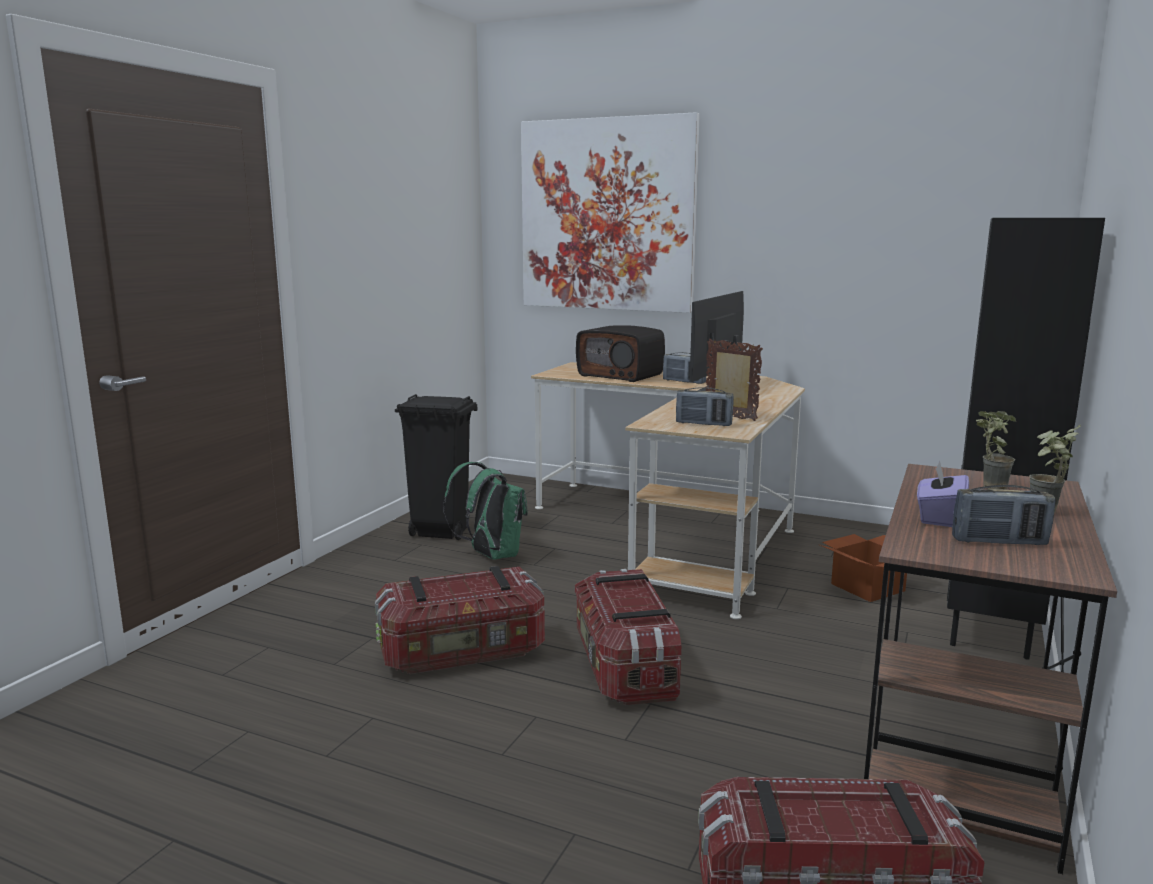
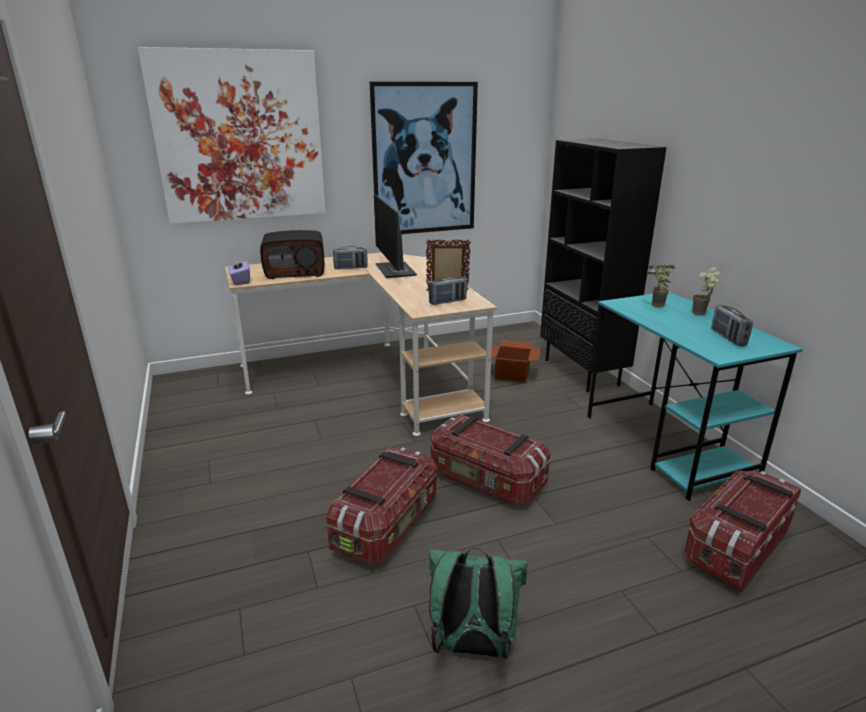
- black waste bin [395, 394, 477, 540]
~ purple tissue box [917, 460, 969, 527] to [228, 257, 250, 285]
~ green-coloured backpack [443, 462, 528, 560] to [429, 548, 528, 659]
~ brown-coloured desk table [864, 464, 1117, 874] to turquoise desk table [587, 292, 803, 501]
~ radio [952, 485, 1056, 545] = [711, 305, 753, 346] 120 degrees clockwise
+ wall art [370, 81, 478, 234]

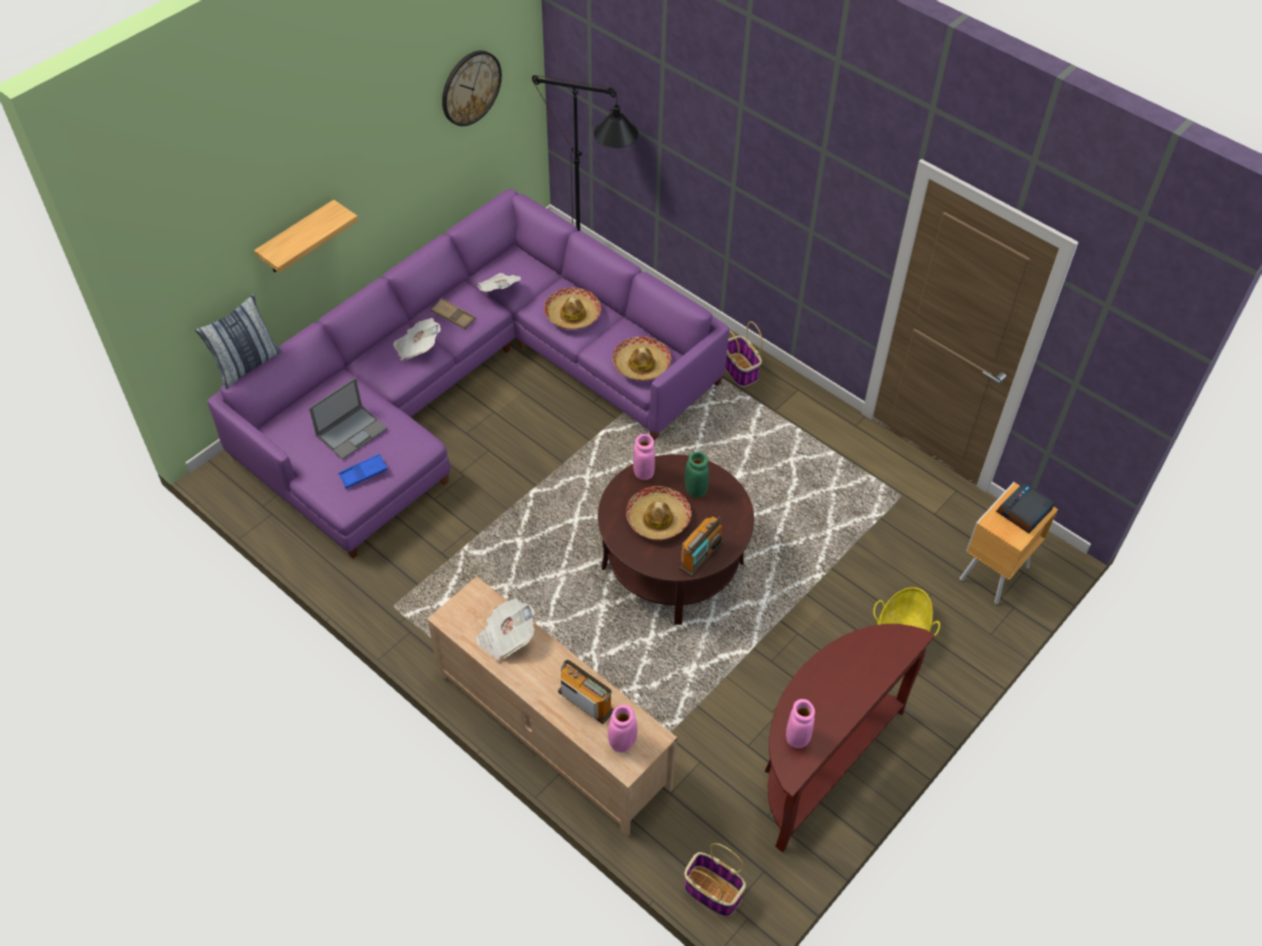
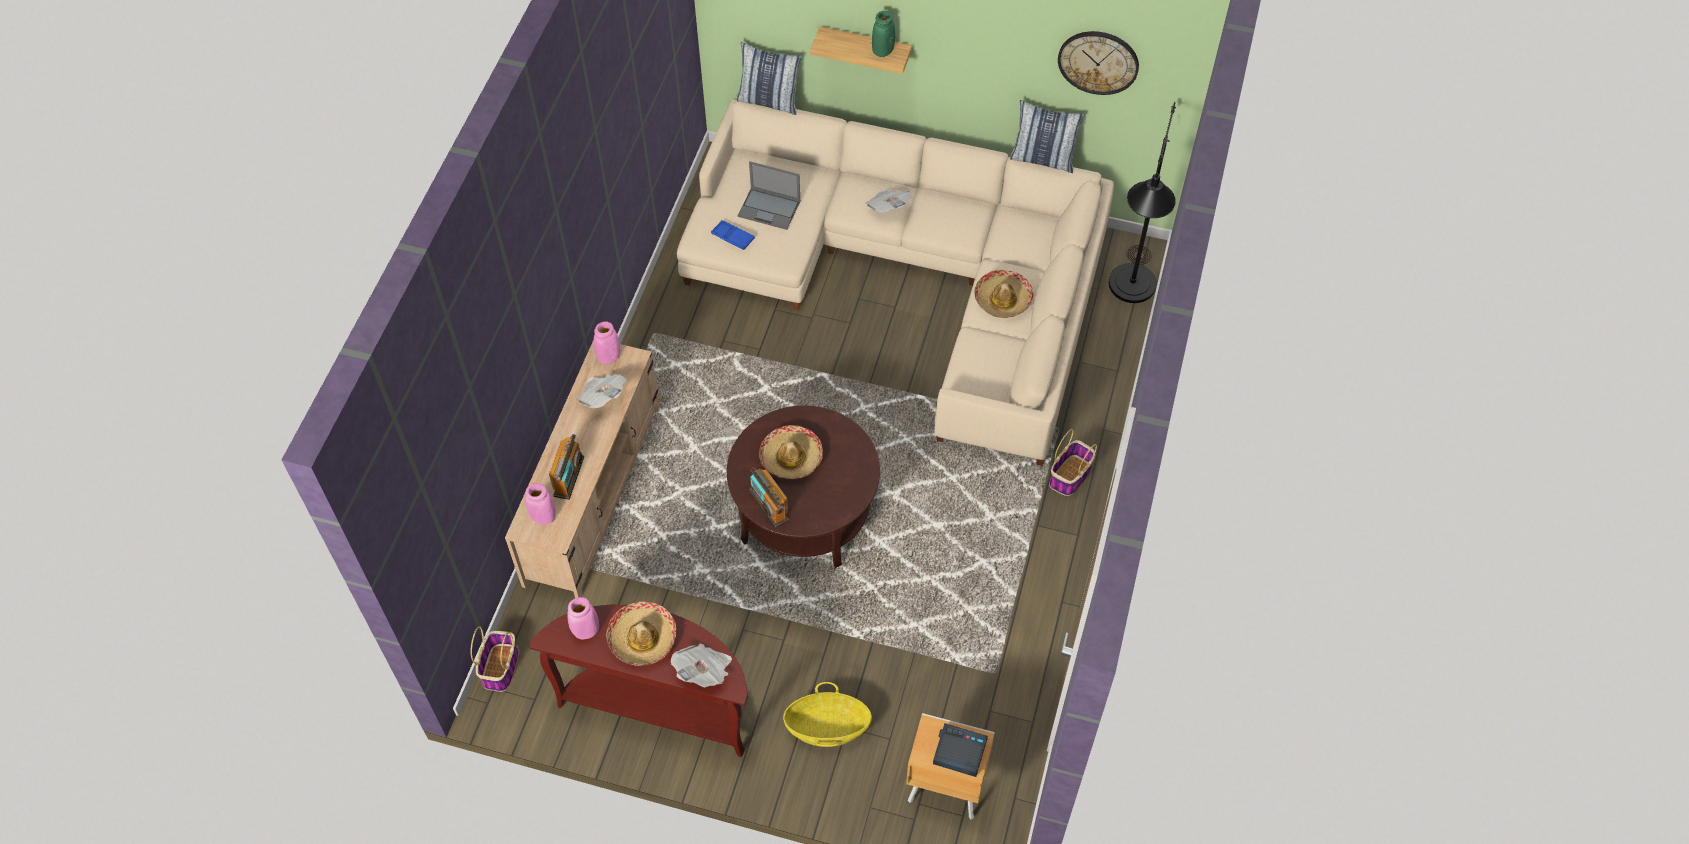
~ purple couch [207, 189, 730, 559] to sand-coloured couch [677, 100, 1114, 466]
~ printed paper [477, 273, 521, 292] to [671, 643, 732, 687]
- brown-coloured serving tray [431, 298, 476, 329]
~ hat [612, 337, 671, 381] to [606, 602, 676, 666]
~ pink-coloured decorative vase [633, 434, 655, 480] to [594, 321, 620, 364]
~ green-coloured decorative vase [685, 452, 709, 498] to [872, 11, 895, 57]
~ radio [679, 516, 723, 577] = [749, 467, 790, 528] 45 degrees clockwise
+ pillow [1010, 100, 1085, 173]

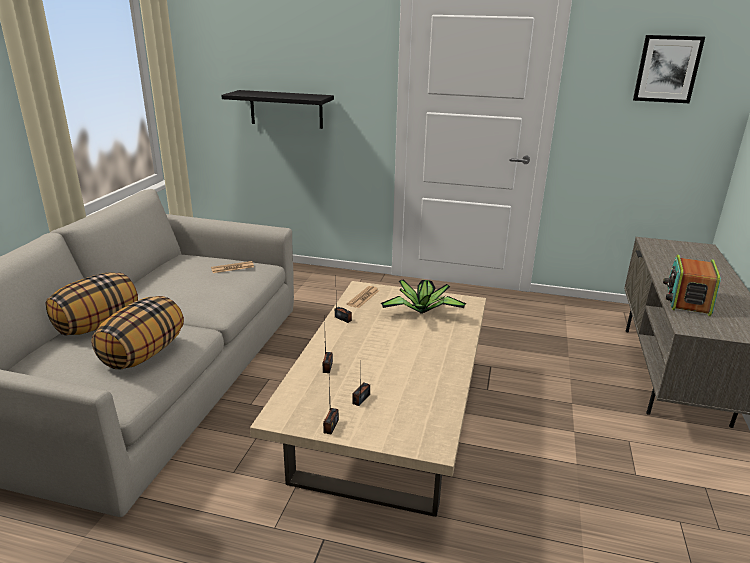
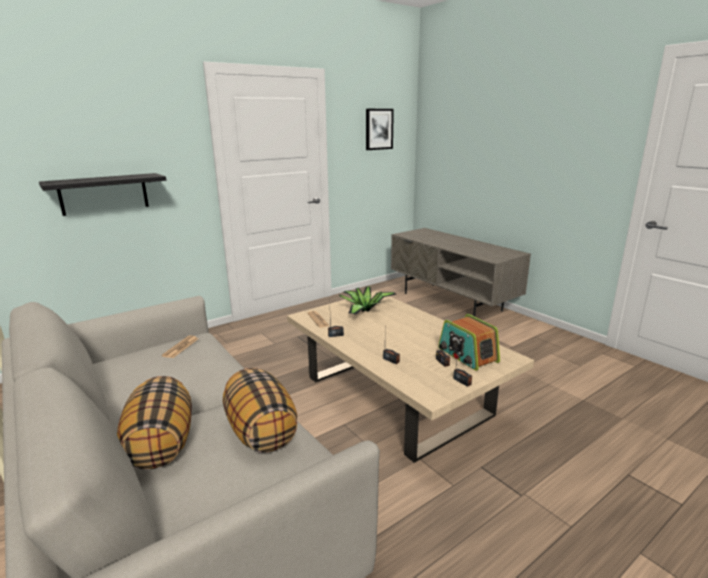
~ radio [663, 255, 721, 316] to [438, 314, 500, 371]

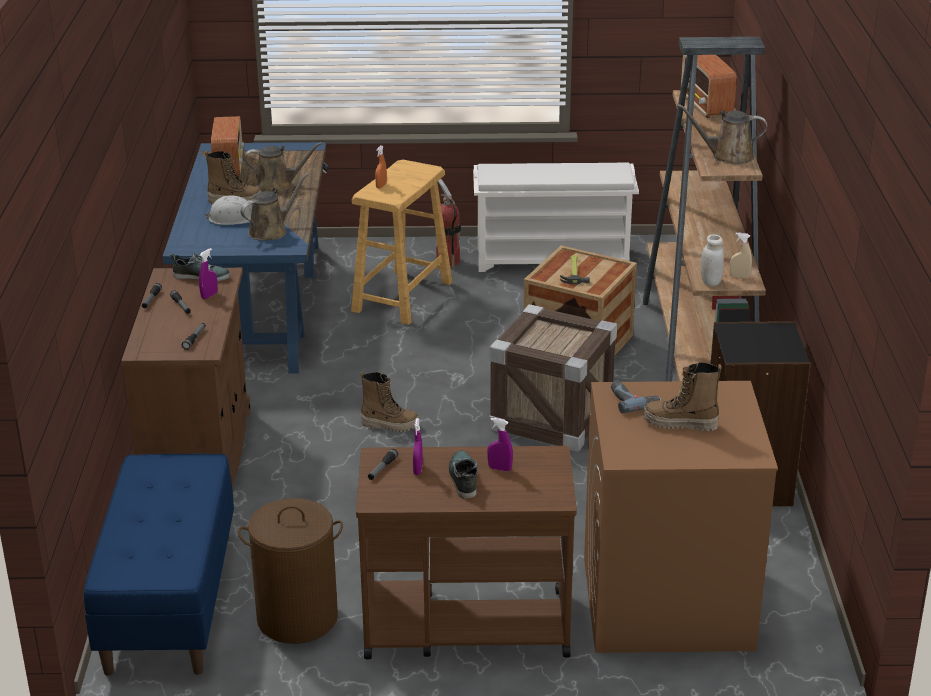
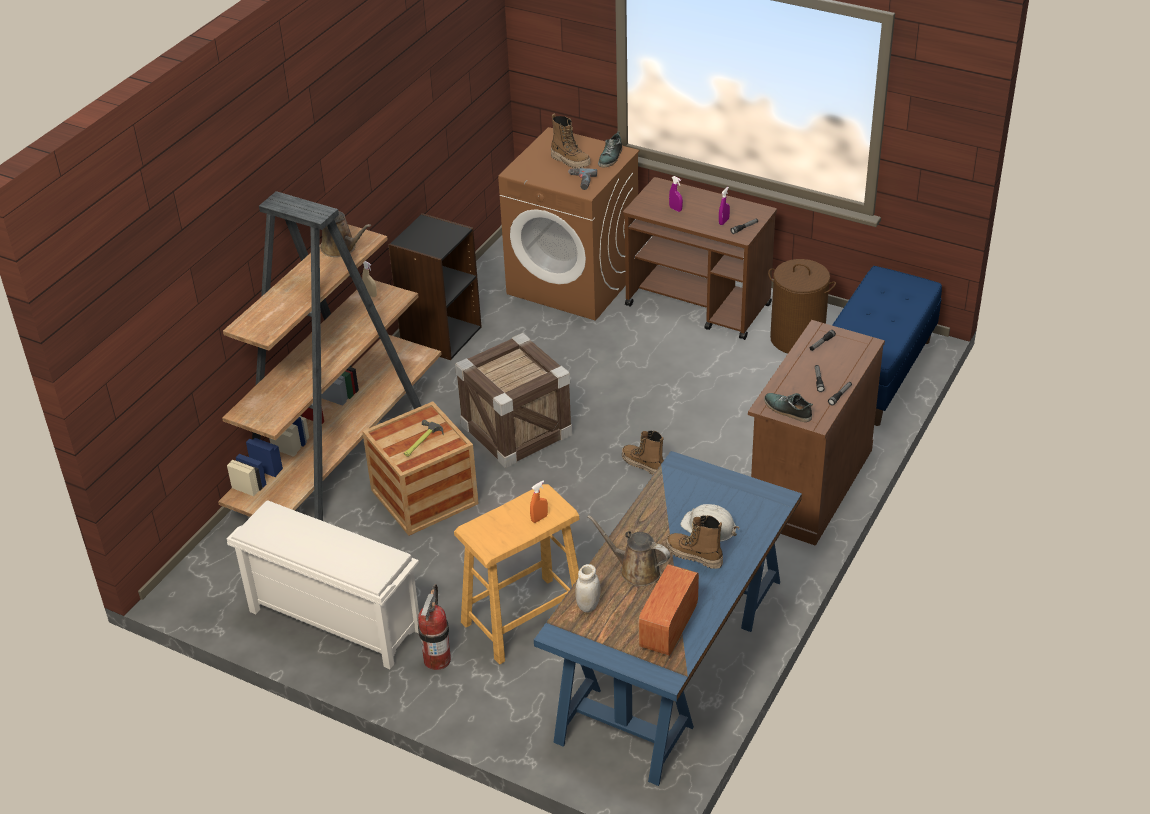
- radio [681, 55, 737, 118]
- brown-coloured watering pot [240, 173, 309, 241]
~ white jar [701, 235, 724, 286] to [576, 564, 601, 613]
- purple hand sprayer [199, 248, 218, 299]
~ low shoe [448, 451, 478, 499] to [598, 131, 622, 167]

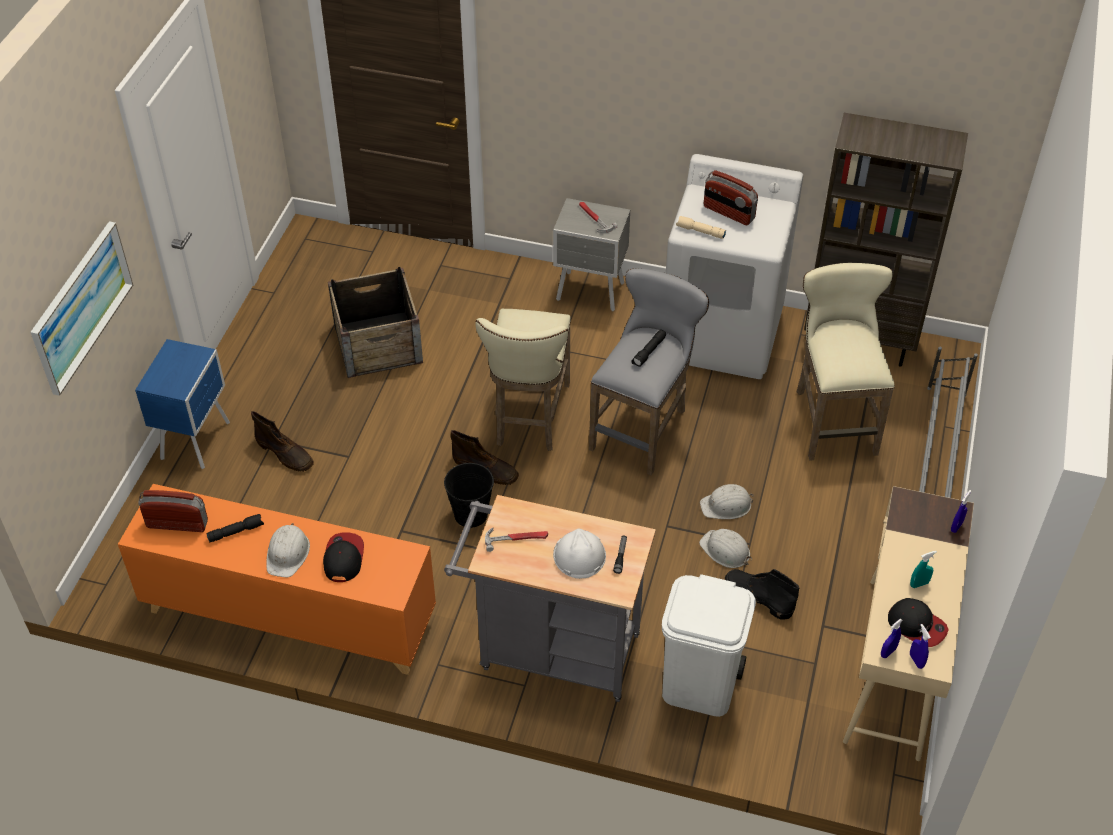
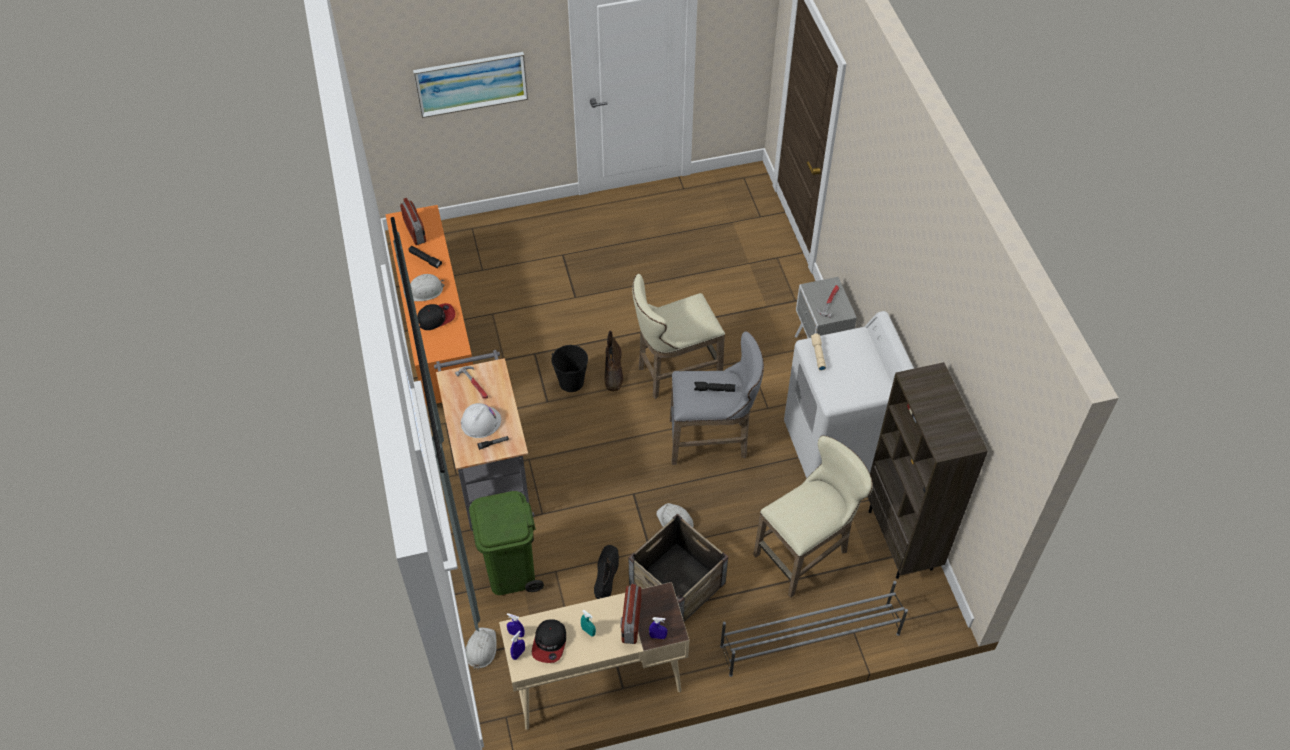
~ radio [704, 170, 758, 225] to [620, 583, 641, 644]
~ shipping crate [328, 267, 423, 378] to [629, 514, 728, 622]
- blue-coloured night table [135, 339, 230, 469]
- brown-coloured boot [251, 411, 314, 472]
~ white safety helmet [699, 529, 752, 568] to [465, 627, 497, 670]
~ white waste bin [662, 574, 756, 717] to green-coloured waste bin [469, 491, 544, 595]

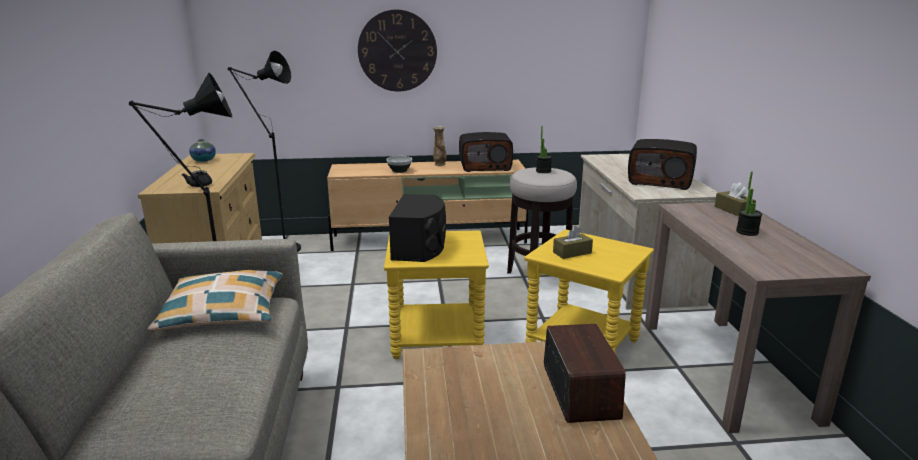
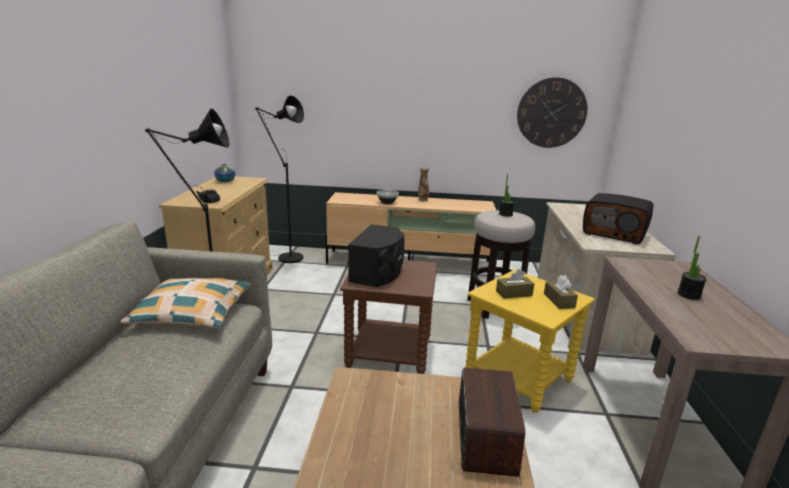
~ clock on the wall [358, 10, 437, 92] to [517, 77, 587, 148]
- radio [459, 132, 513, 172]
~ brown-coloured tissue box [715, 182, 756, 217] to [544, 275, 578, 309]
~ yellowish end table [384, 230, 489, 359] to brown-coloured end table [340, 260, 438, 374]

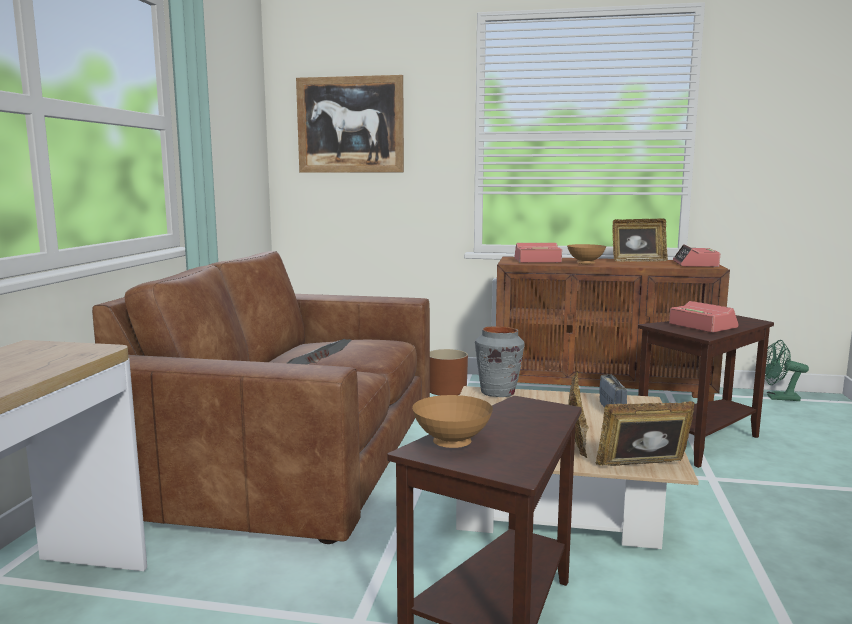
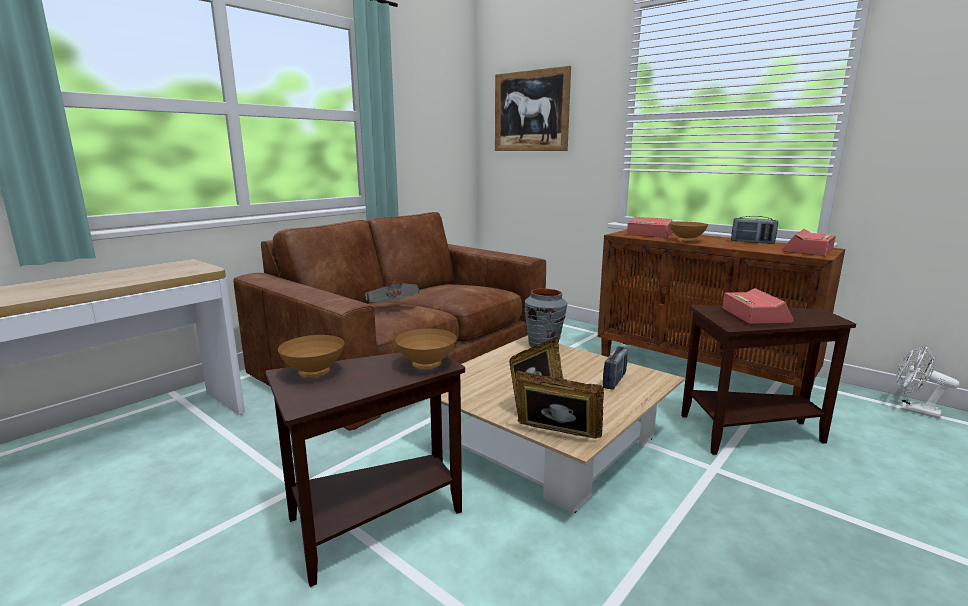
~ photo frame [613, 219, 668, 262] to radio [731, 216, 778, 244]
~ green-coloured cooling fan [765, 340, 809, 401] to white cooling fan [896, 346, 960, 419]
- brown-coloured plant pot [430, 349, 468, 396]
+ brown-coloured bowl [395, 329, 457, 369]

